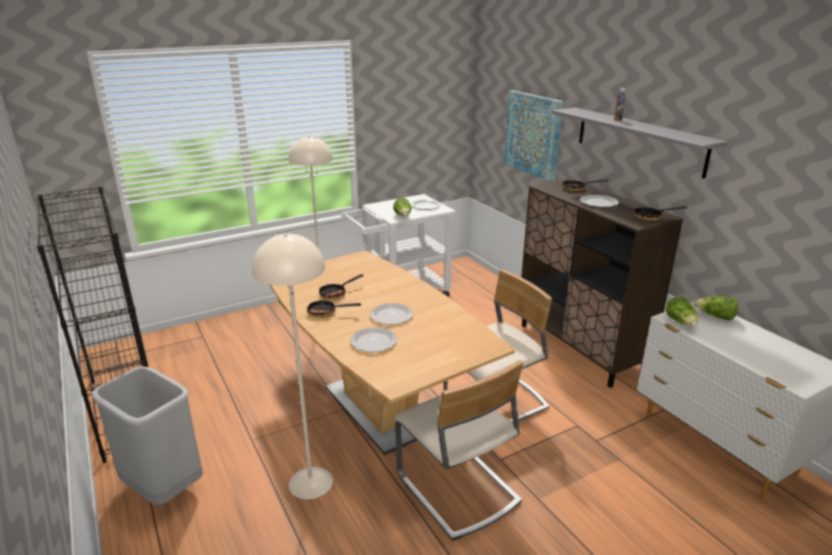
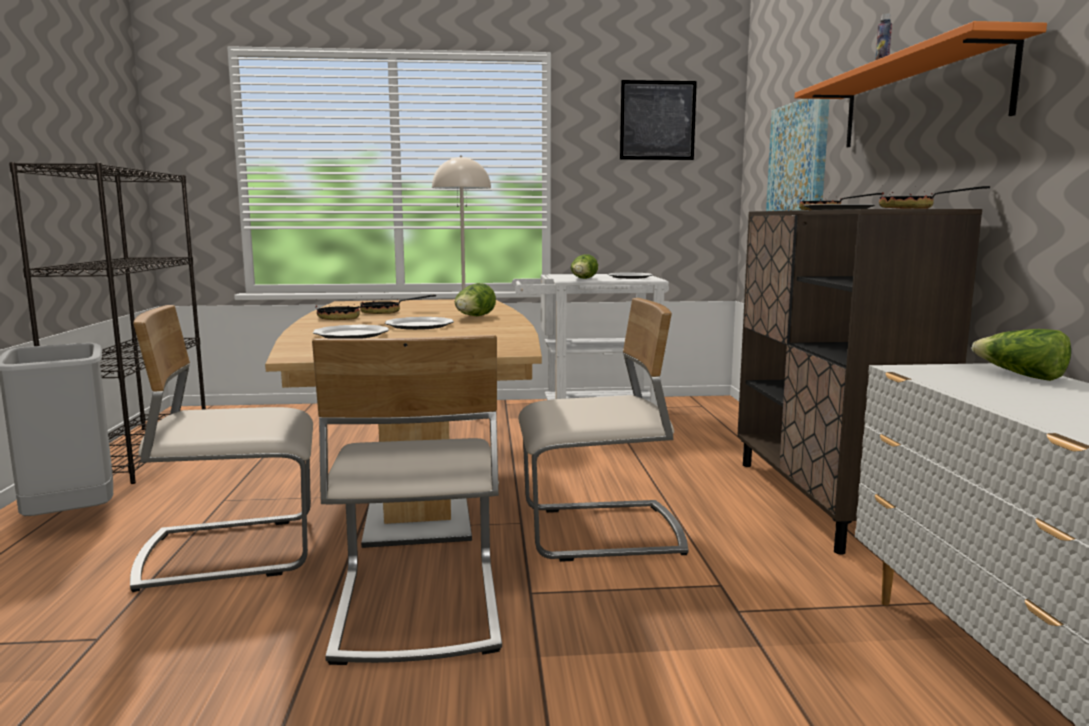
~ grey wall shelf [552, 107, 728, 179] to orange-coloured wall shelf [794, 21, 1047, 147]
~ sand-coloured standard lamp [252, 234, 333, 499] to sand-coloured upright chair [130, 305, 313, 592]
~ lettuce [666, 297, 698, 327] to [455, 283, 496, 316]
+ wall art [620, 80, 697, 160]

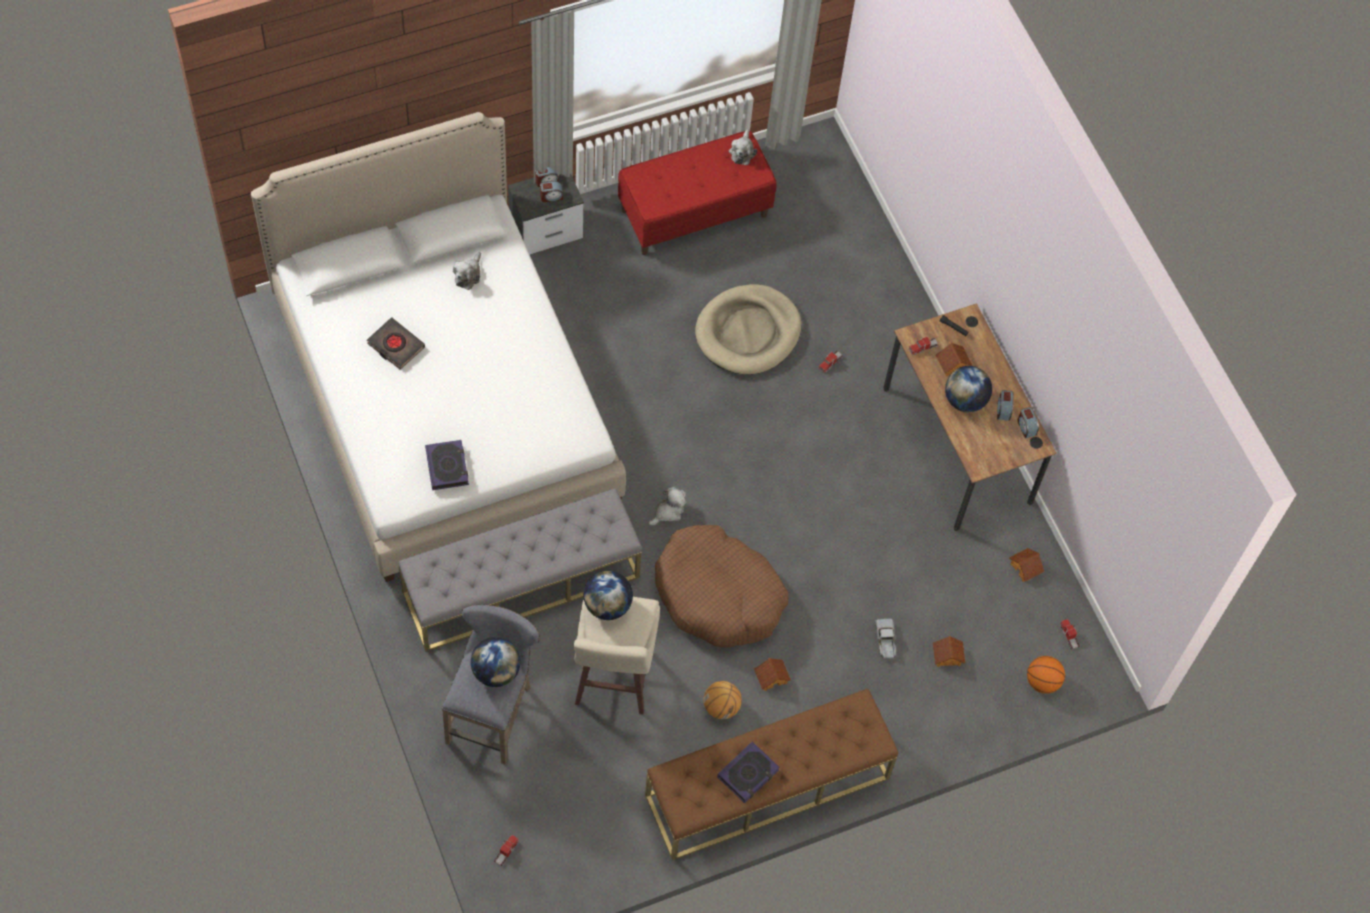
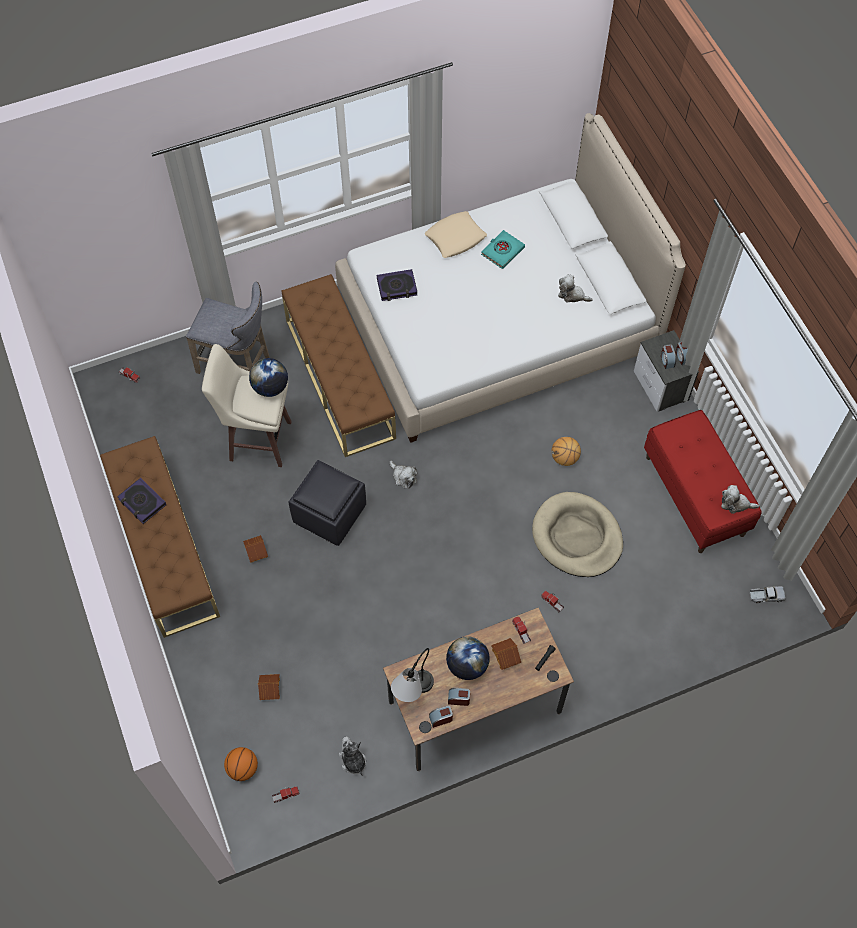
~ black bound book [367, 317, 425, 370] to turquoise bound book [481, 230, 525, 269]
~ grey long seat [398, 488, 642, 652] to brown-coloured long seat [282, 274, 396, 457]
~ brown-coloured dog cushion [655, 525, 789, 648] to black ottoman [288, 460, 366, 546]
~ toy house [1009, 548, 1044, 582] to plush toy [339, 736, 366, 776]
~ toy truck [875, 619, 896, 660] to [749, 586, 786, 603]
- globe [471, 637, 521, 687]
~ basketball ball [703, 681, 742, 719] to [551, 437, 581, 466]
+ sand-coloured pillow [425, 211, 487, 258]
+ tabletop lamp [391, 648, 434, 702]

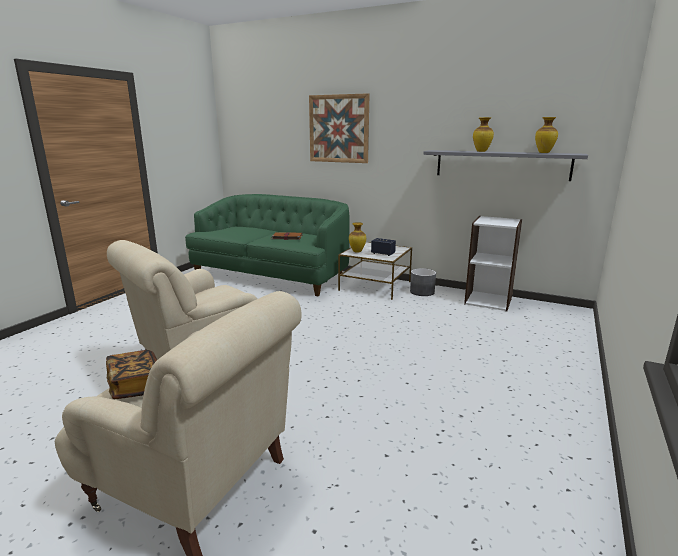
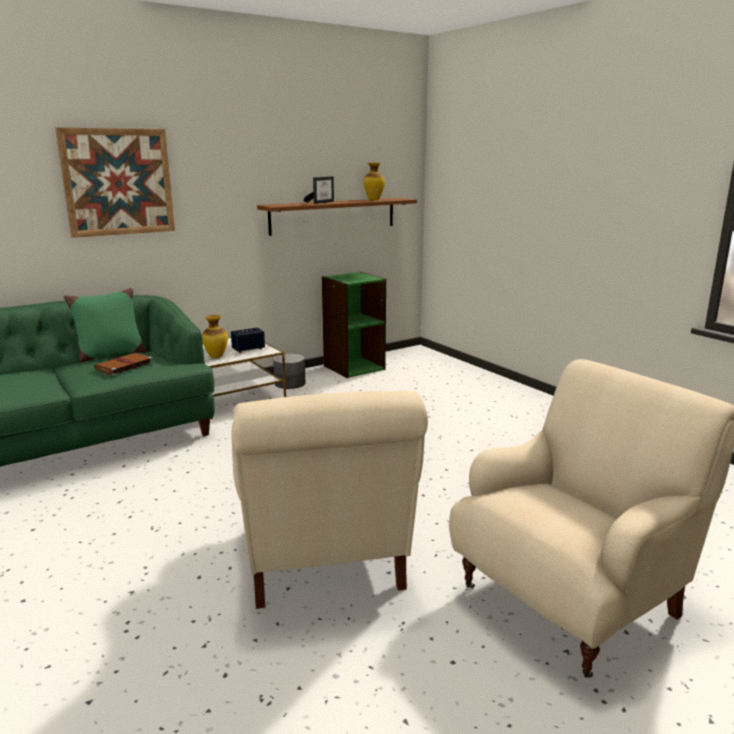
~ decorative vase [473, 117, 494, 152] to photo frame [304, 176, 334, 204]
~ grey wall shelf [423, 150, 588, 181] to brown-coloured wall shelf [257, 198, 417, 236]
~ white bookcase [464, 216, 522, 311] to green-coloured bookcase [322, 272, 386, 378]
- bound book [106, 350, 157, 399]
+ green-coloured pillow [64, 288, 146, 362]

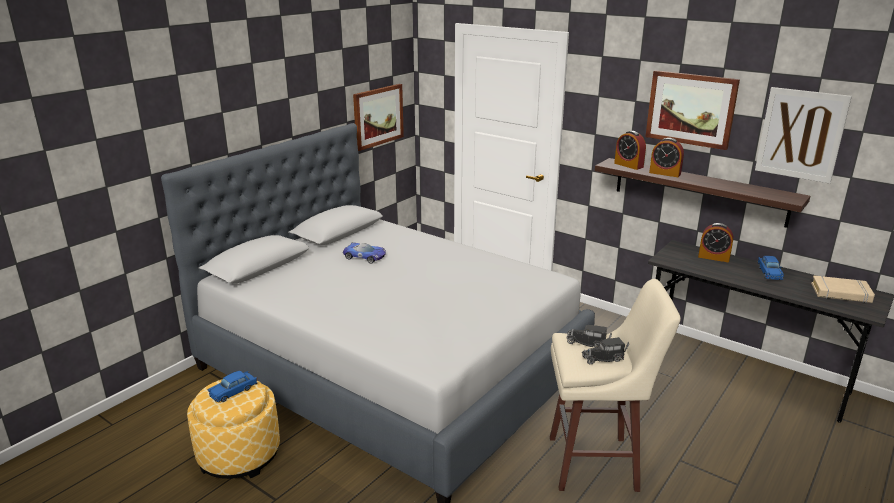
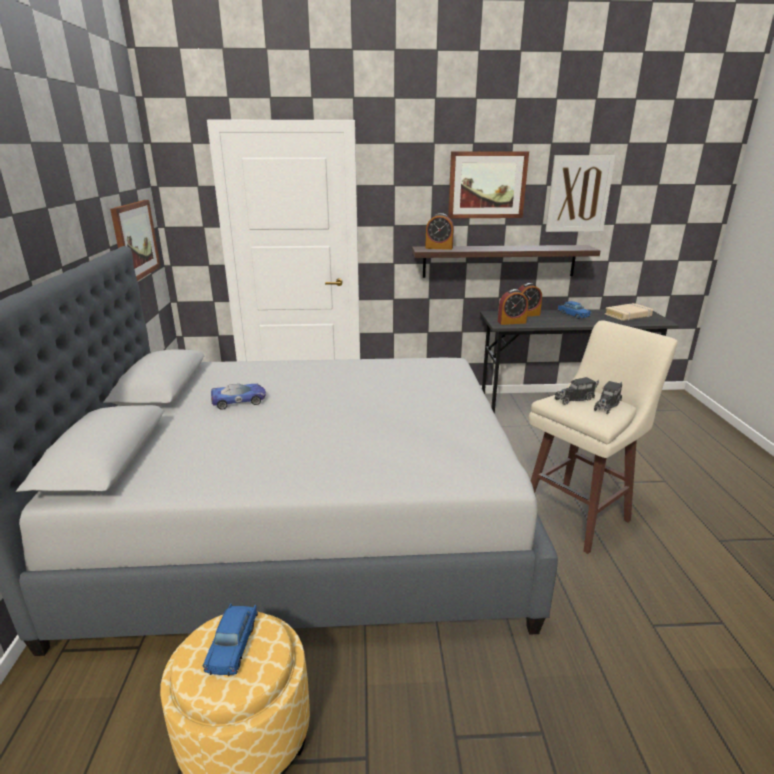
~ bedside clock [649, 138, 684, 177] to [498, 289, 528, 325]

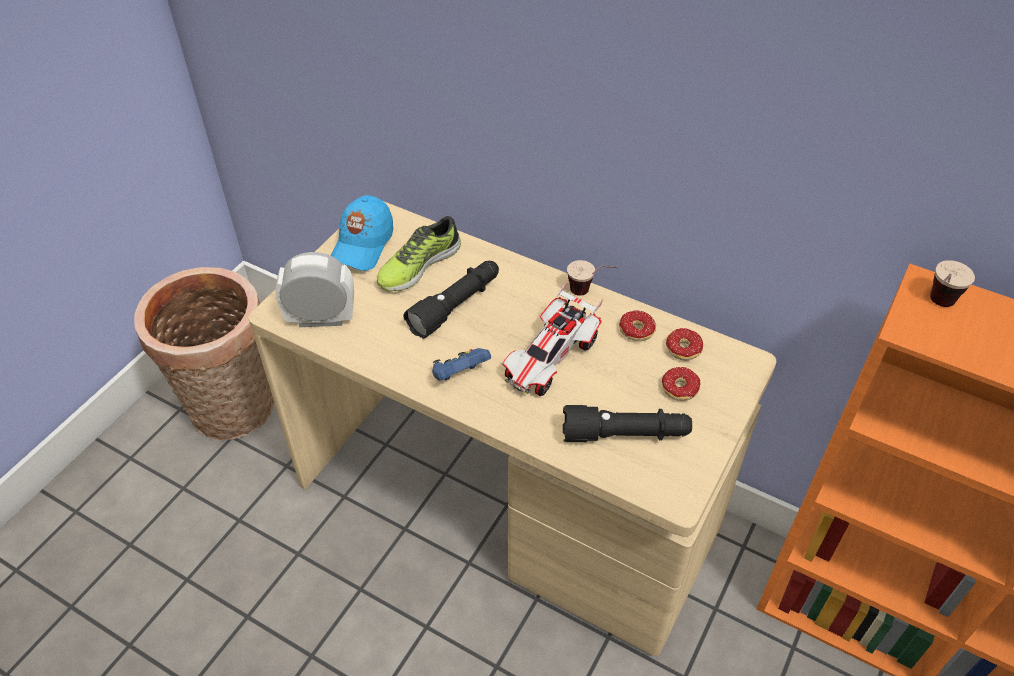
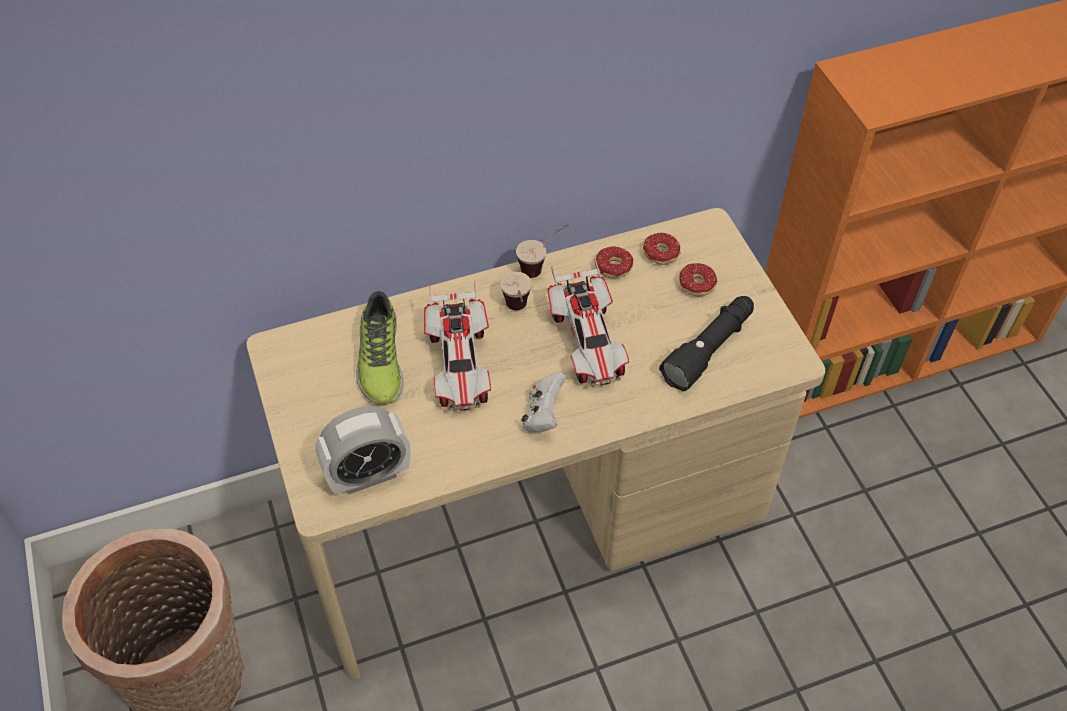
- blue-coloured baseball cap [331, 195, 393, 271]
~ bedside clock [275, 252, 354, 327] = [315, 406, 410, 494] 150 degrees counterclockwise
~ cup [930, 260, 975, 307] to [500, 272, 532, 310]
~ black torch [404, 261, 499, 339] to toy car [424, 281, 491, 411]
~ blue-coloured gamepad [432, 348, 491, 381] to white gamepad [521, 372, 566, 432]

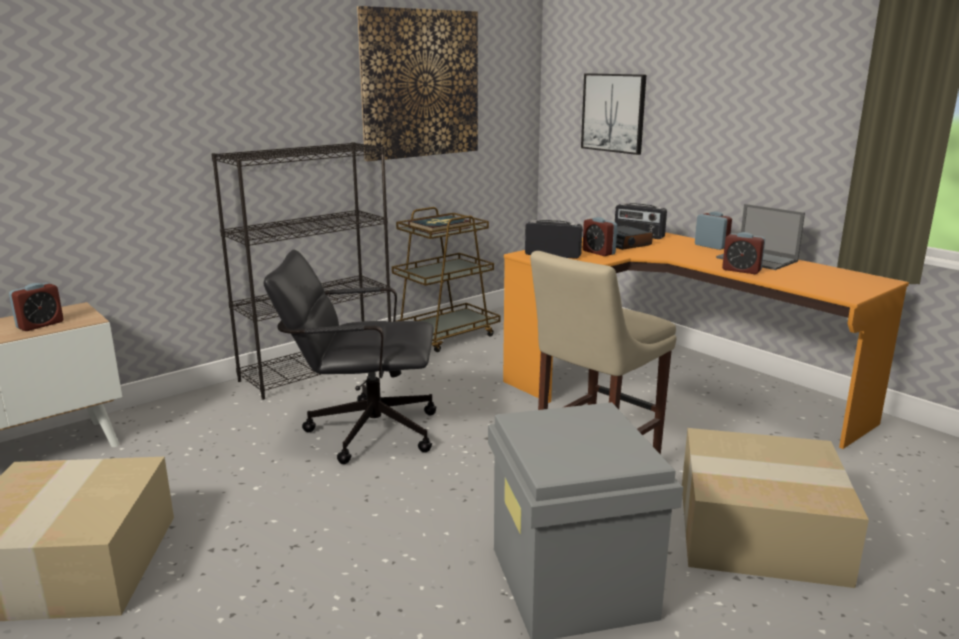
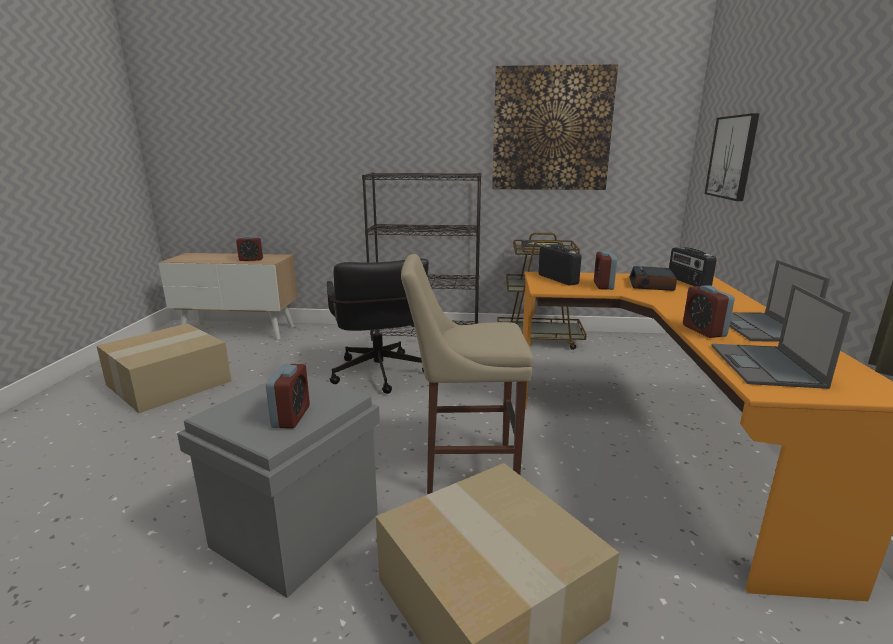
~ bedside clock [695, 211, 732, 250] to [266, 364, 310, 429]
~ black desk chair [264, 249, 437, 464] = [327, 258, 429, 394] 150 degrees counterclockwise
+ notebook computer [711, 284, 851, 389]

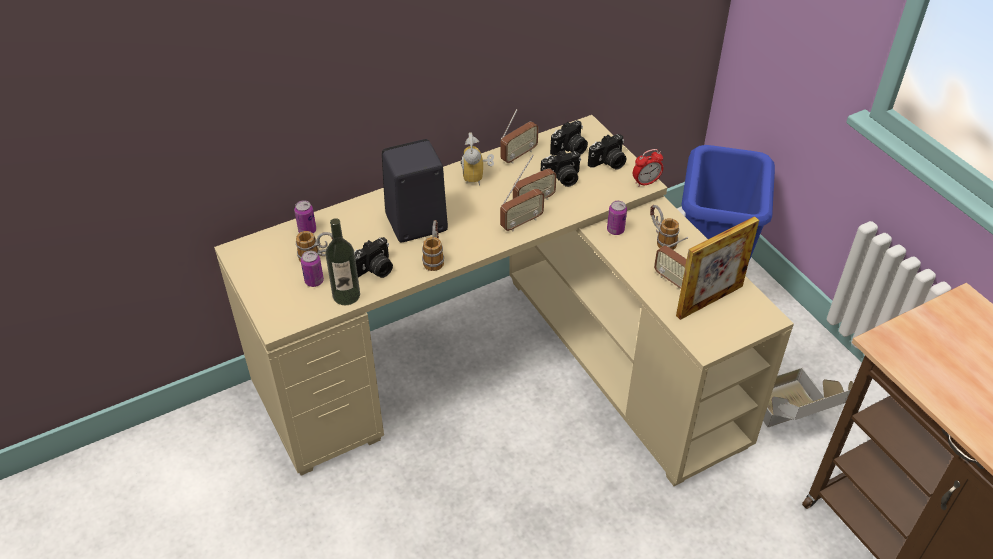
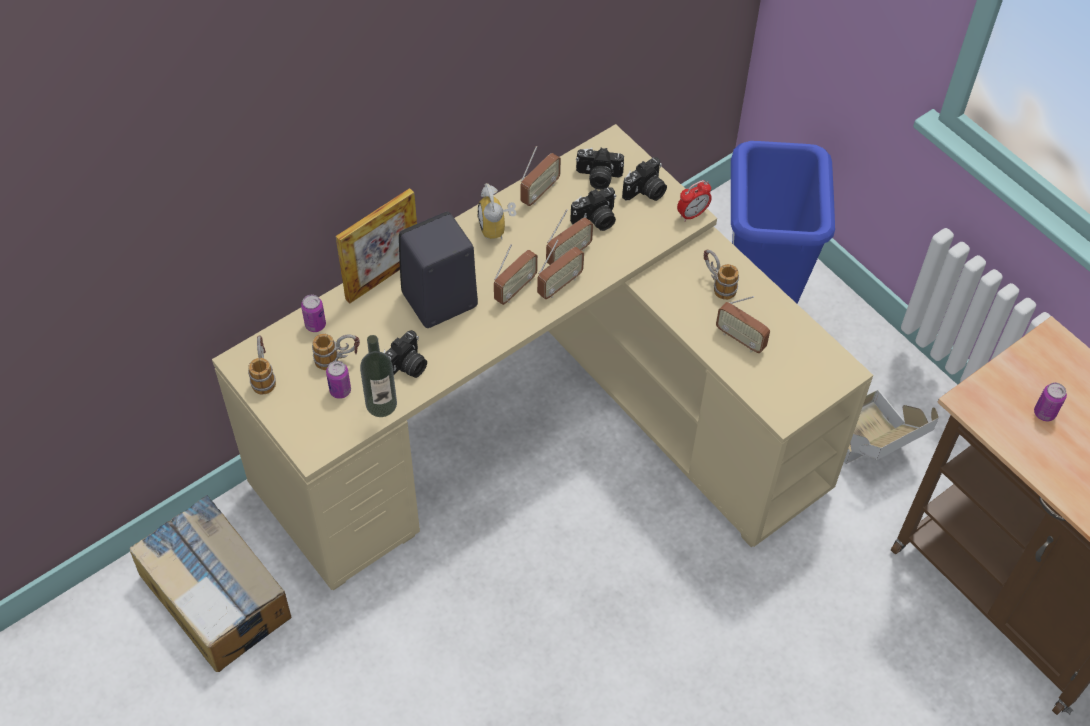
~ photo camera [550, 120, 588, 156] = [576, 147, 624, 190] 60 degrees clockwise
~ metal can [607, 201, 627, 235] to [1034, 383, 1067, 421]
~ photo frame [676, 216, 759, 320] to [336, 188, 417, 303]
~ tea mug [422, 220, 444, 271] to [248, 335, 276, 395]
+ radio [494, 244, 538, 305]
+ carton [130, 495, 291, 672]

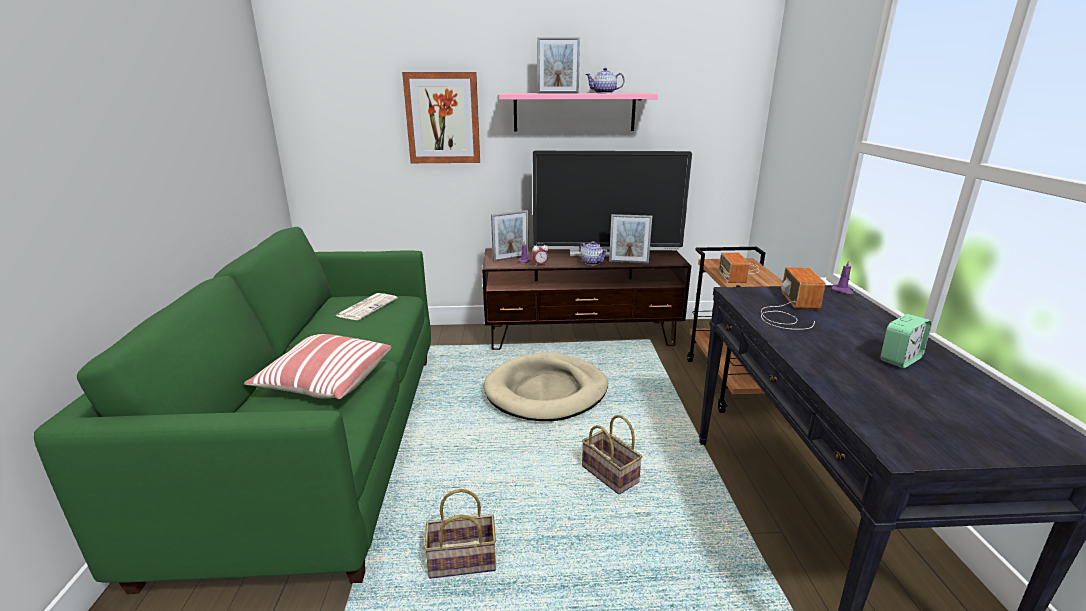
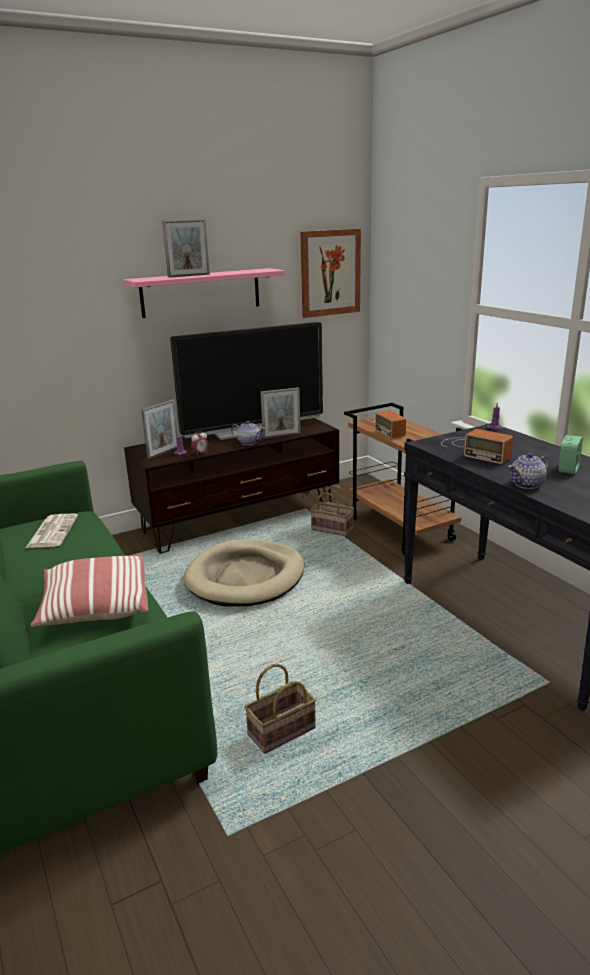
~ tea pot [585, 68, 625, 93] to [508, 453, 549, 489]
~ wall art [402, 72, 480, 163] to [300, 229, 361, 318]
~ radio [761, 267, 826, 330] = [441, 429, 513, 464] 150 degrees clockwise
~ storage basket [582, 415, 643, 494] to [310, 485, 354, 537]

